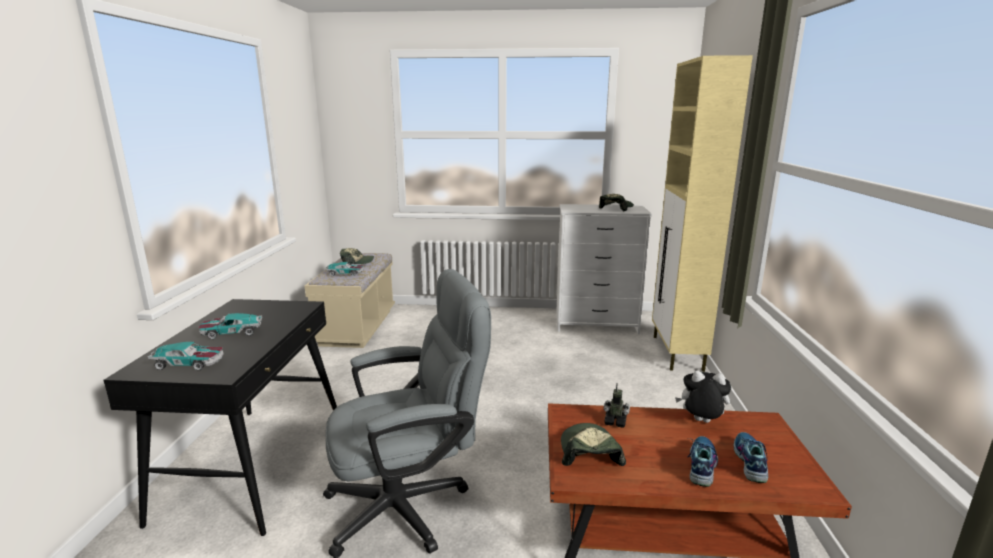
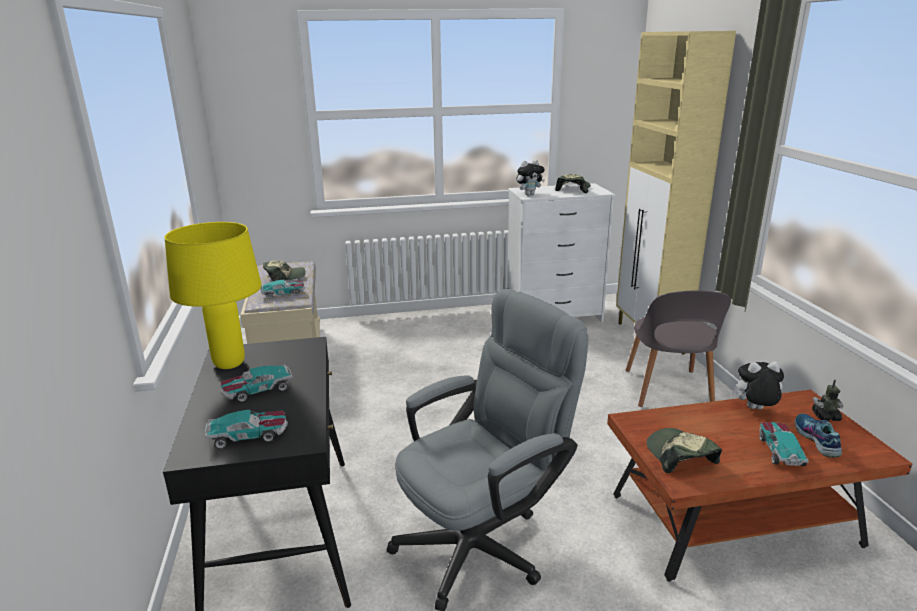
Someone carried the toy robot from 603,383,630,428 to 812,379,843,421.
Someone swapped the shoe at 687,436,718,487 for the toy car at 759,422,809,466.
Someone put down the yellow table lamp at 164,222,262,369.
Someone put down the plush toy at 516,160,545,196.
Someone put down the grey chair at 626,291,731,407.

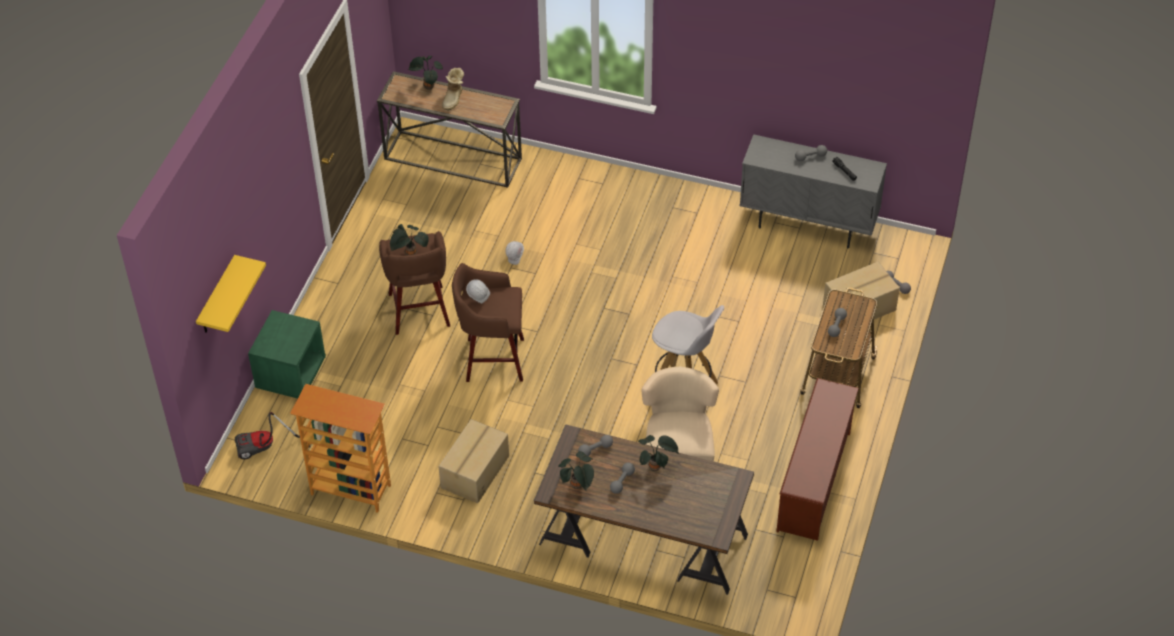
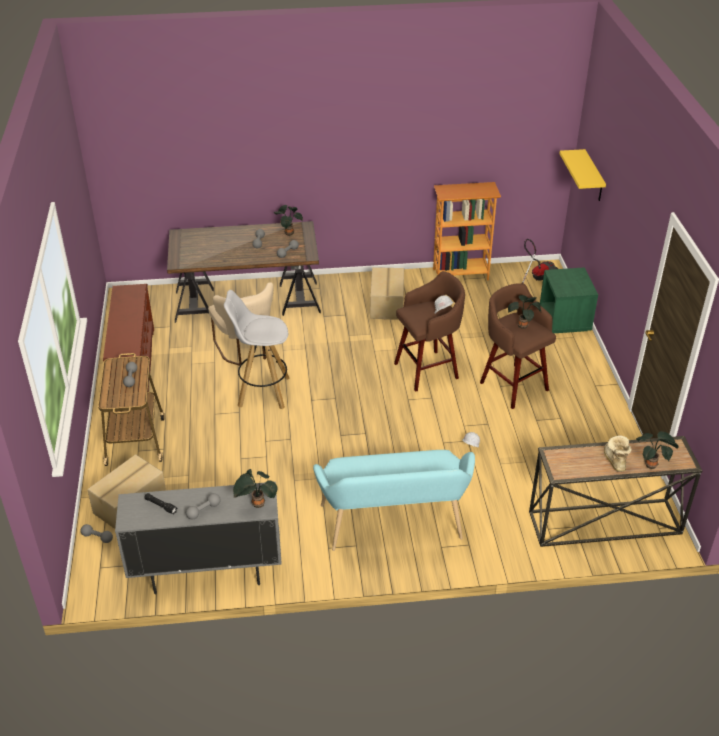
Someone carried the potted plant from 638,435,680,471 to 233,469,278,508.
Someone put down the turquoise bench at 313,450,475,551.

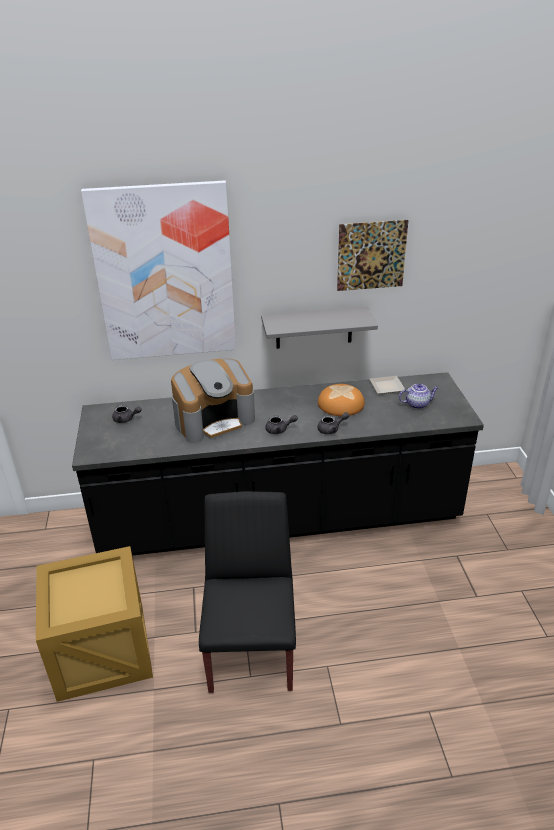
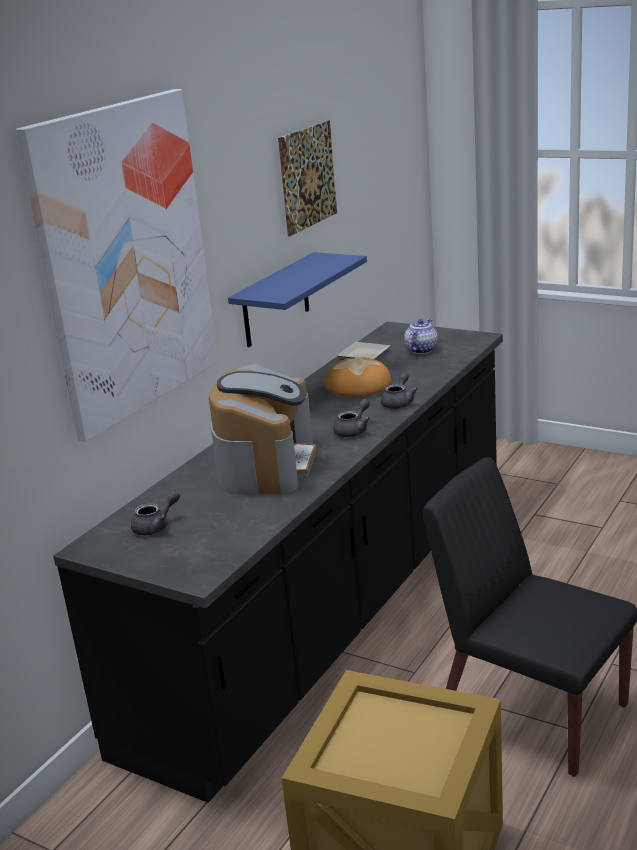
Someone repainted the grey shelf at 261,306,378,349, which became the blue shelf at 228,252,367,347.

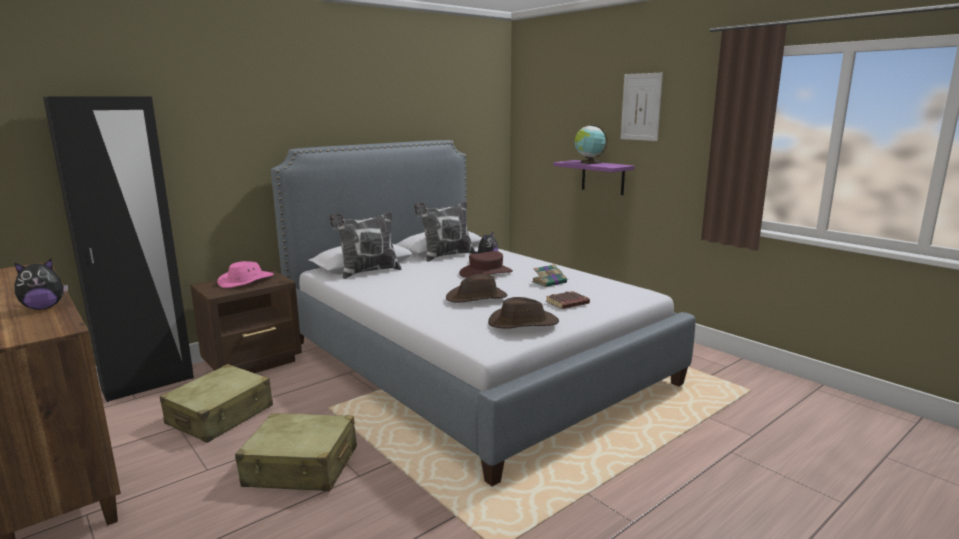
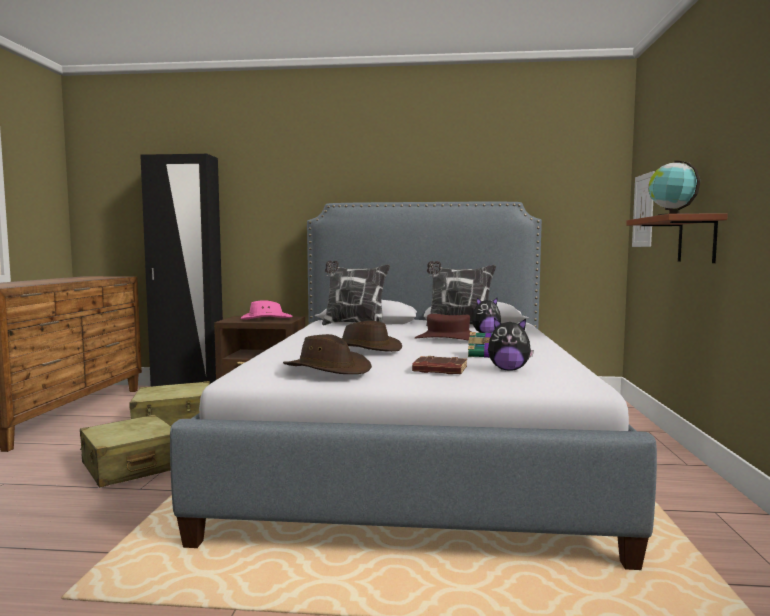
Someone carried the plush toy from 15,259,68,310 to 488,318,534,371.
Someone repainted the purple shelf at 553,160,635,195, which became the brown shelf at 626,213,728,263.
Someone carried the picture from 621,73,663,141 to 632,171,655,247.

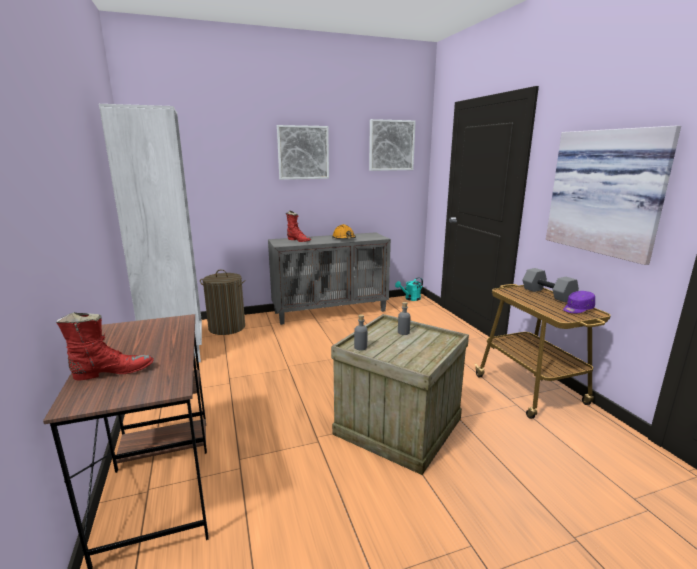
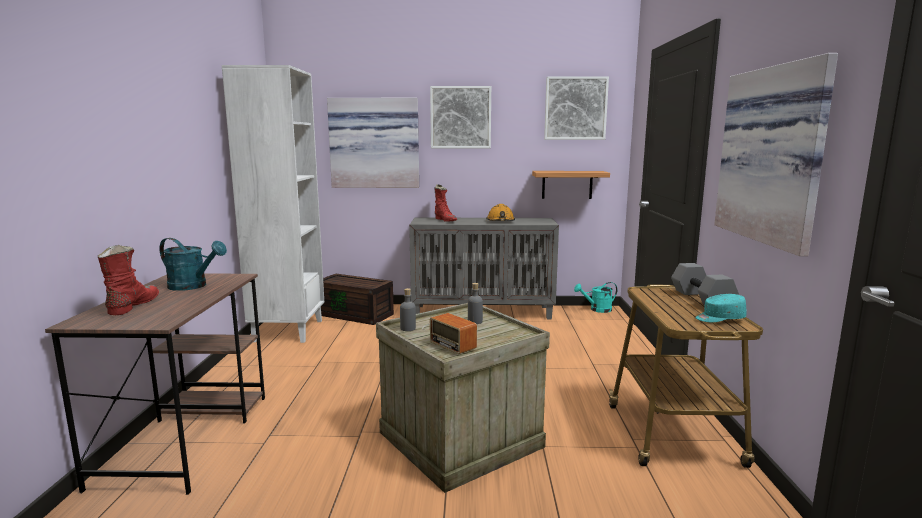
Someone rotated the red boot at 56,312,154,381 by 90 degrees counterclockwise.
Someone swapped the laundry basket at 200,269,246,335 for the brown storage box at 321,274,394,325.
Someone repainted the purple cap at 563,291,595,313, which became the turquoise cap at 695,294,746,322.
Someone put down the turquoise watering can at 159,238,227,291.
Someone put up the picture at 327,98,419,188.
Someone put down the radio at 422,313,477,354.
Someone put up the shelf at 532,171,610,199.

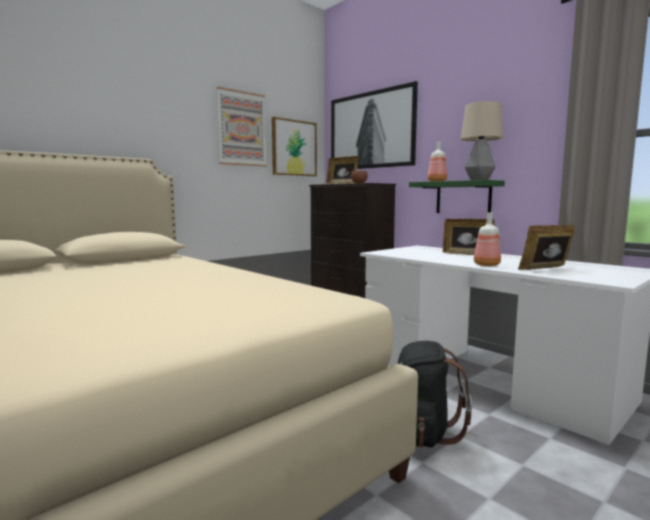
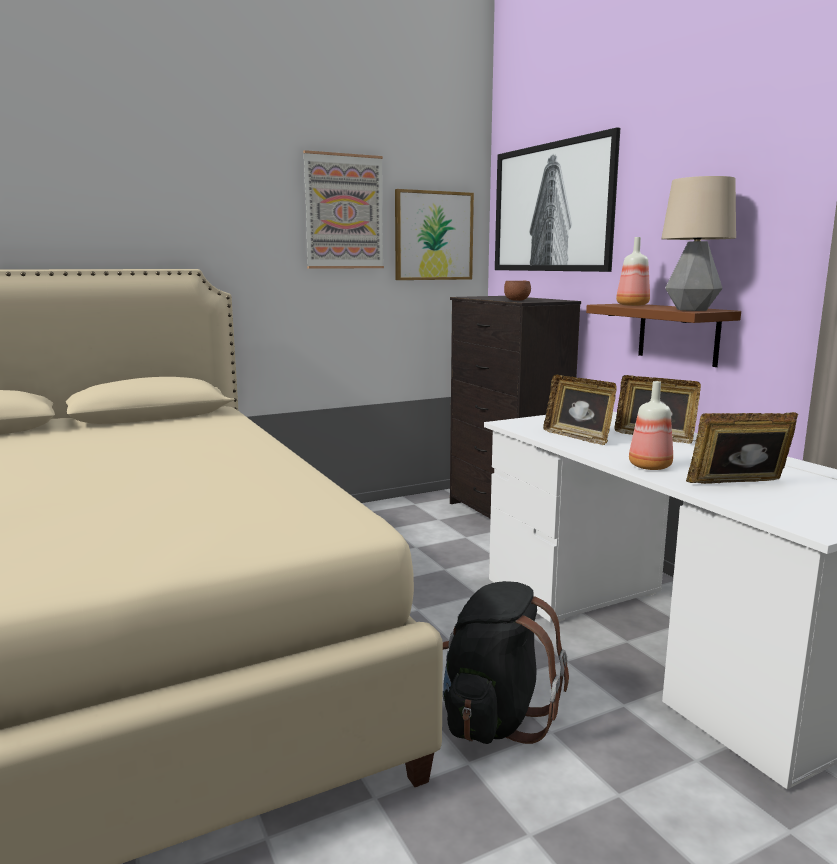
Someone carried the picture frame from 326,156,358,184 to 543,375,617,445.
Someone repainted the green shelf at 409,180,505,213, which became the brown shelf at 586,304,741,367.

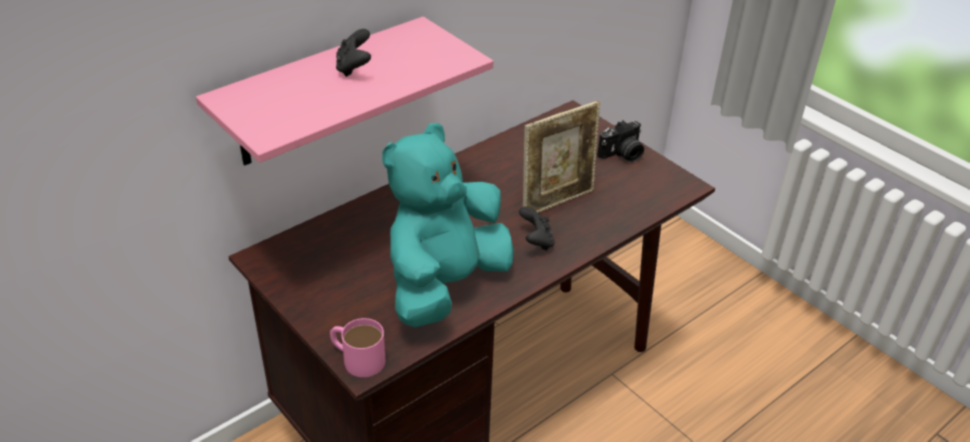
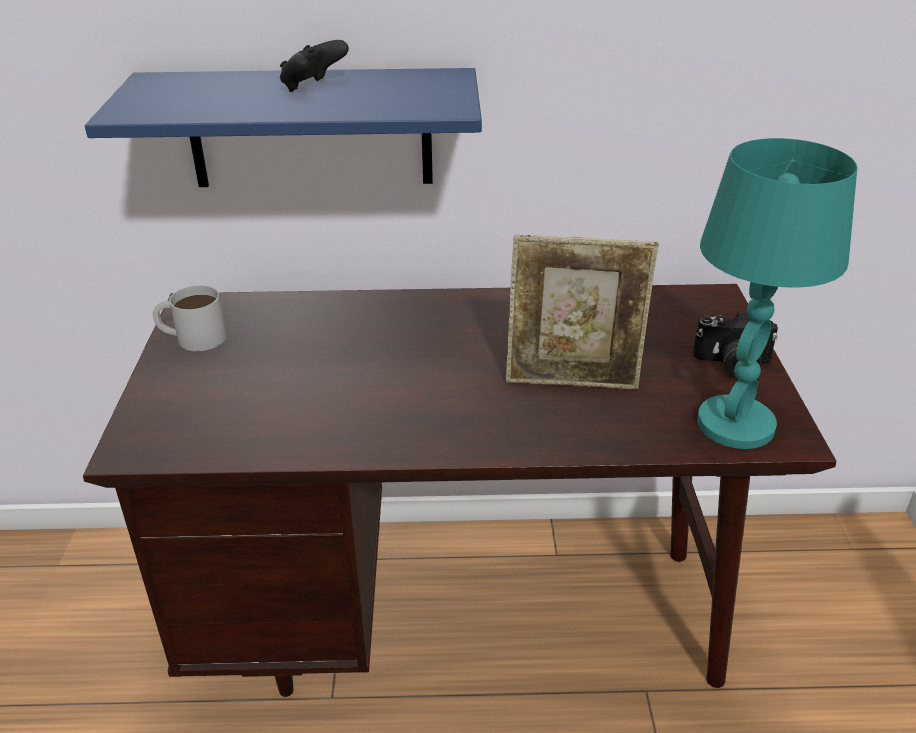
Someone repainted the pink shelf at 196,17,493,165, which became the blue shelf at 85,68,482,187.
Someone took away the pink mug at 330,318,385,377.
Someone took away the turquoise plush toy at 382,123,514,327.
Someone took away the black game controller at 519,207,555,251.
Someone put down the white mug at 153,285,227,351.
Someone put down the turquoise table lamp at 697,138,857,449.

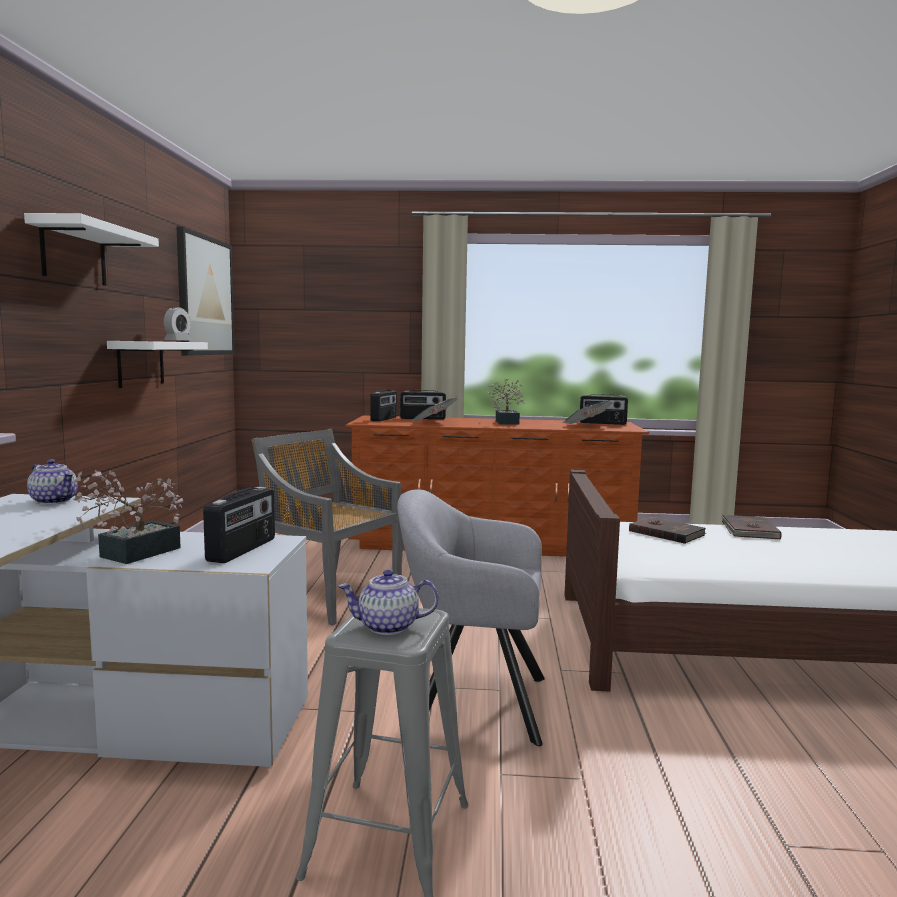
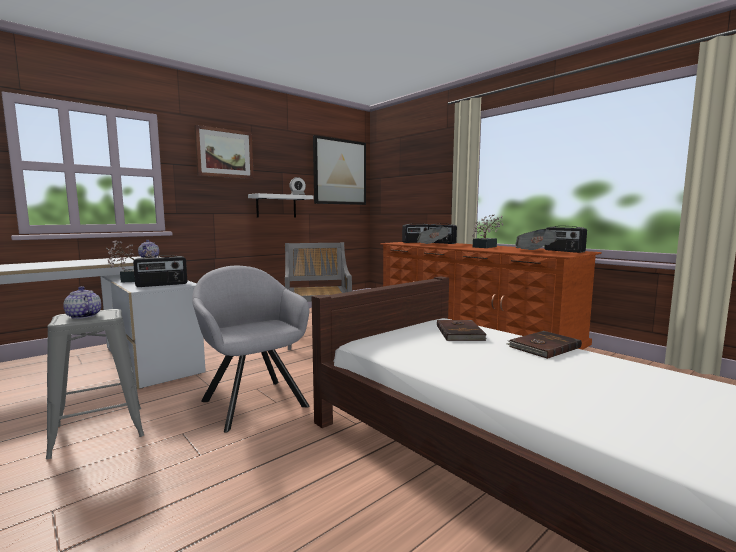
Someone swapped the white shelf at 24,213,159,286 for the picture at 194,125,254,179.

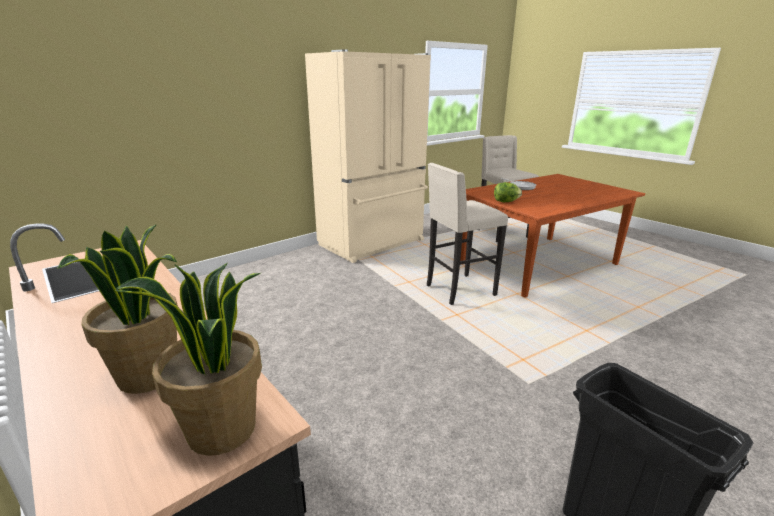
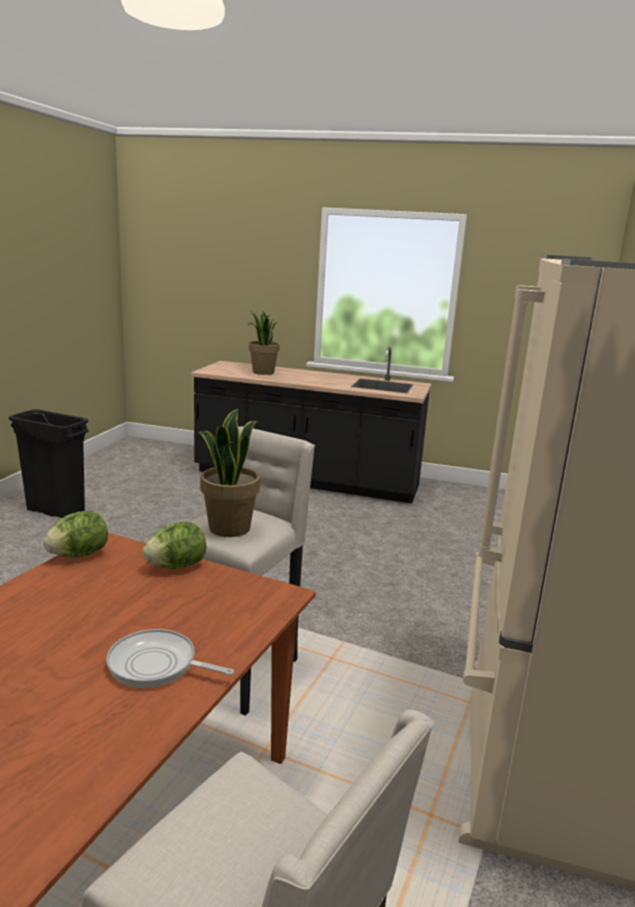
Someone carried the potted plant from 115,263,262,456 to 198,409,260,537.
Someone put down the lettuce at 43,511,108,558.

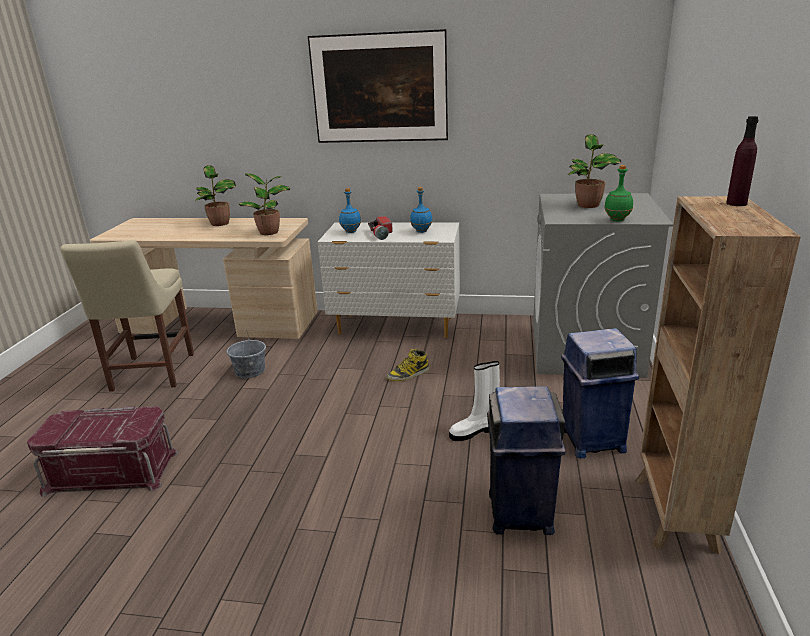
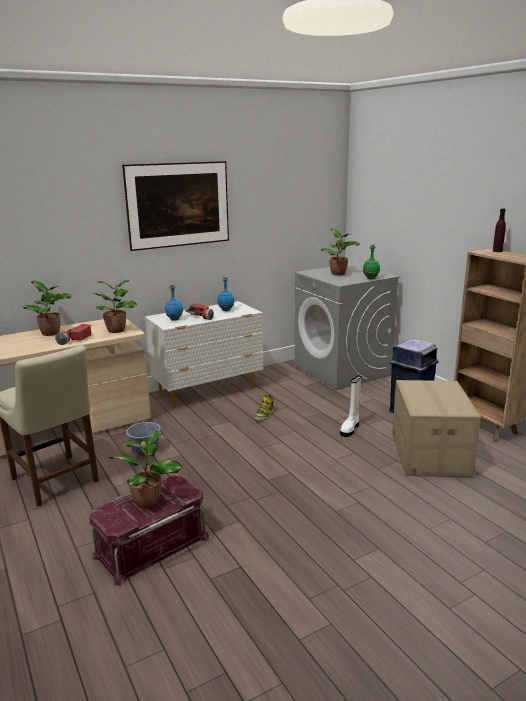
Someone swapped the blue trash can at 487,386,566,535 for the cardboard box at 392,380,481,477.
Someone put down the flashlight at 55,324,91,345.
Someone put down the potted plant at 109,431,182,509.

